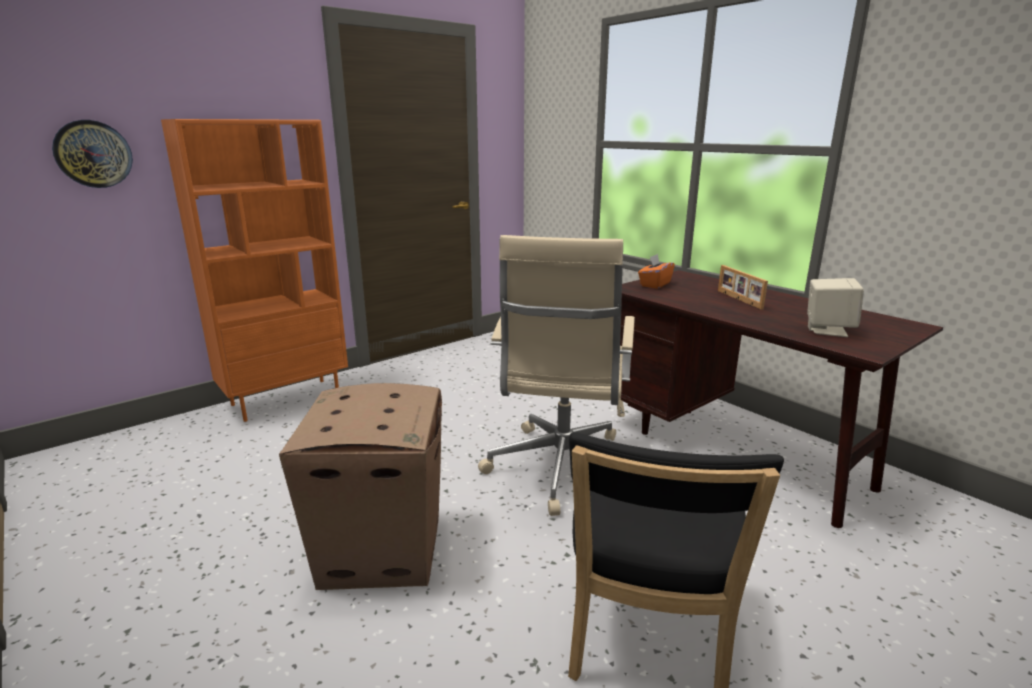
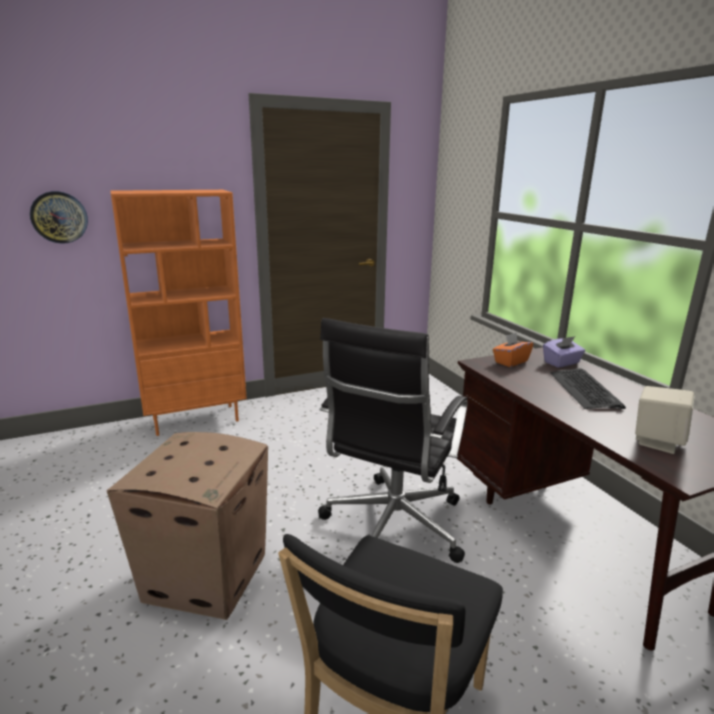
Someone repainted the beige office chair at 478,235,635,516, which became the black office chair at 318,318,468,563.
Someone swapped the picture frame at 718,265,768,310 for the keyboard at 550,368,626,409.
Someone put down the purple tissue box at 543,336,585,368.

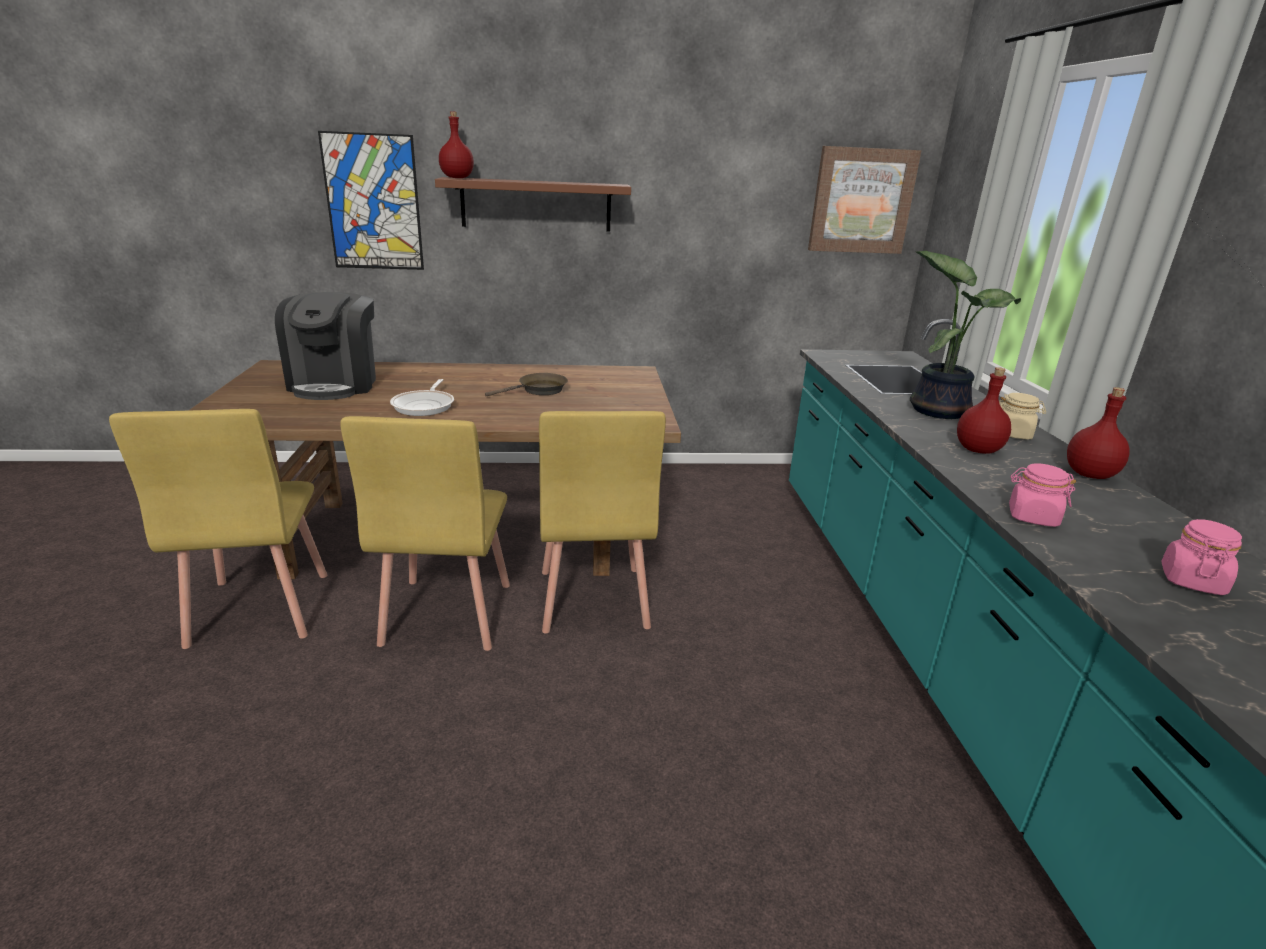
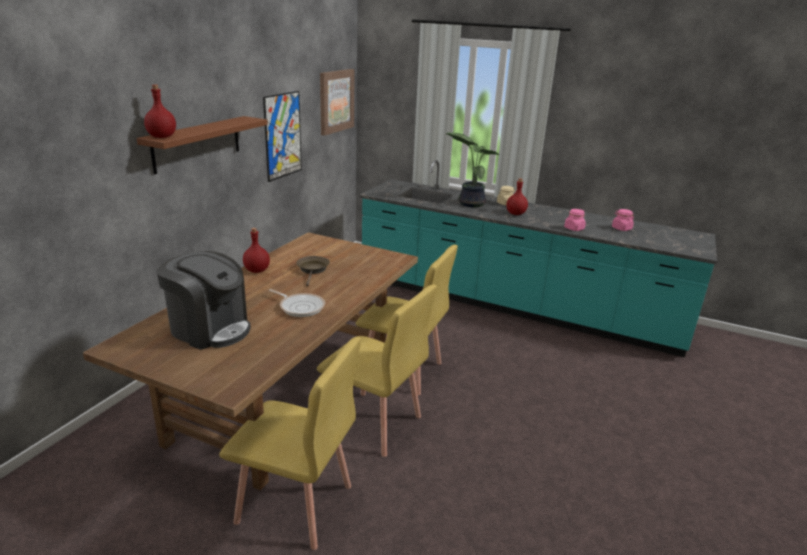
Someone carried the picture from 318,131,424,270 to 263,91,302,182.
Someone carried the red bottle from 1067,387,1130,479 to 243,228,270,273.

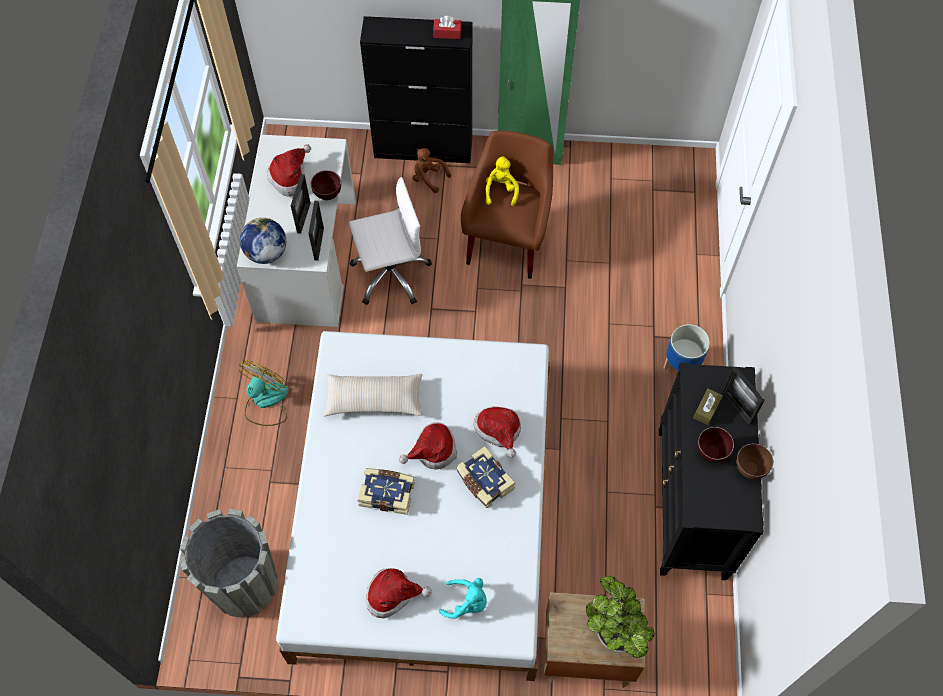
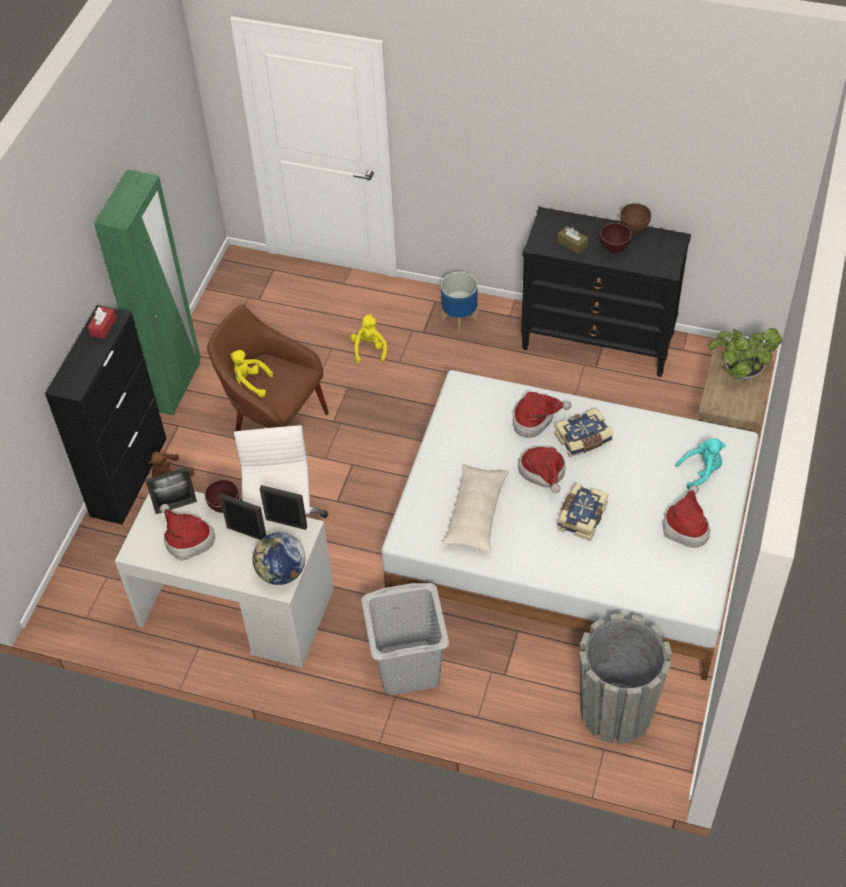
Someone swapped the fan at 239,360,289,426 for the grey laundry basket at 361,583,449,695.
Someone rotated the turquoise plush toy at 439,578,487,618 by 45 degrees clockwise.
Someone carried the picture frame from 722,367,765,425 to 146,467,197,514.
Someone put down the yellow plush toy at 350,314,387,363.

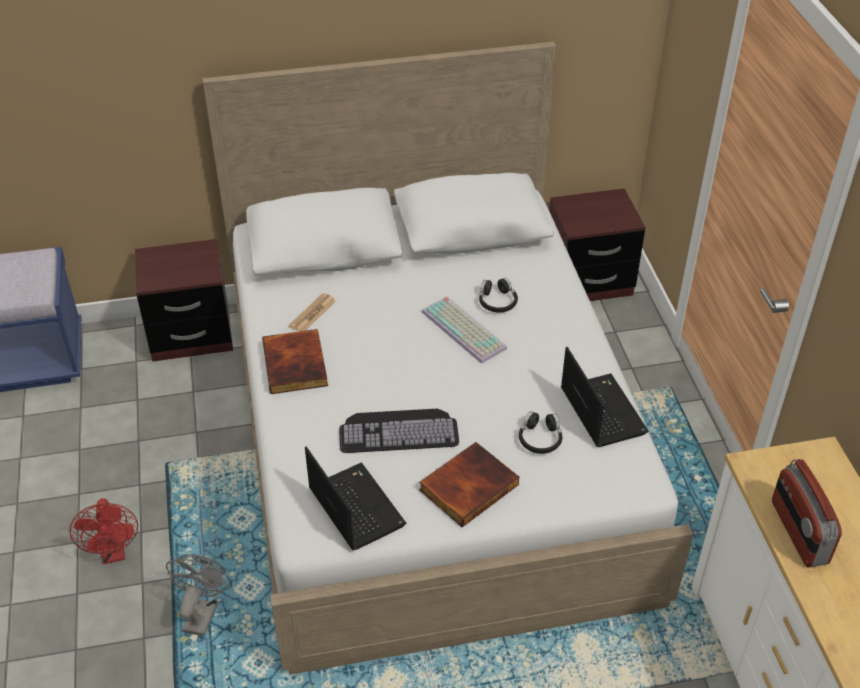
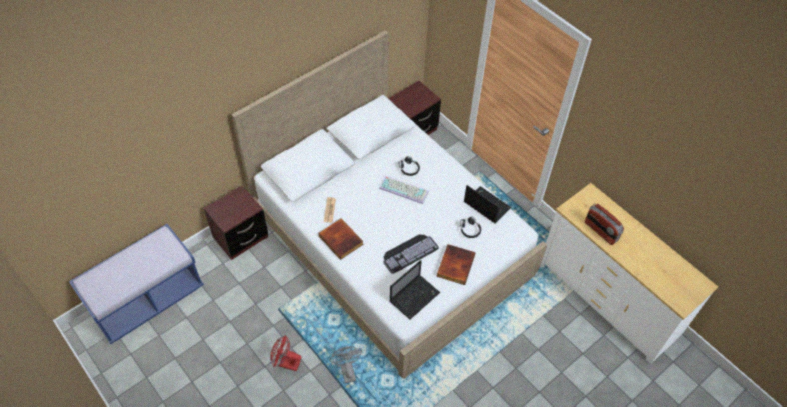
Someone rotated the red fan at 70,498,138,564 by 150 degrees clockwise.
Someone rotated the laptop at 305,447,406,550 by 105 degrees clockwise.

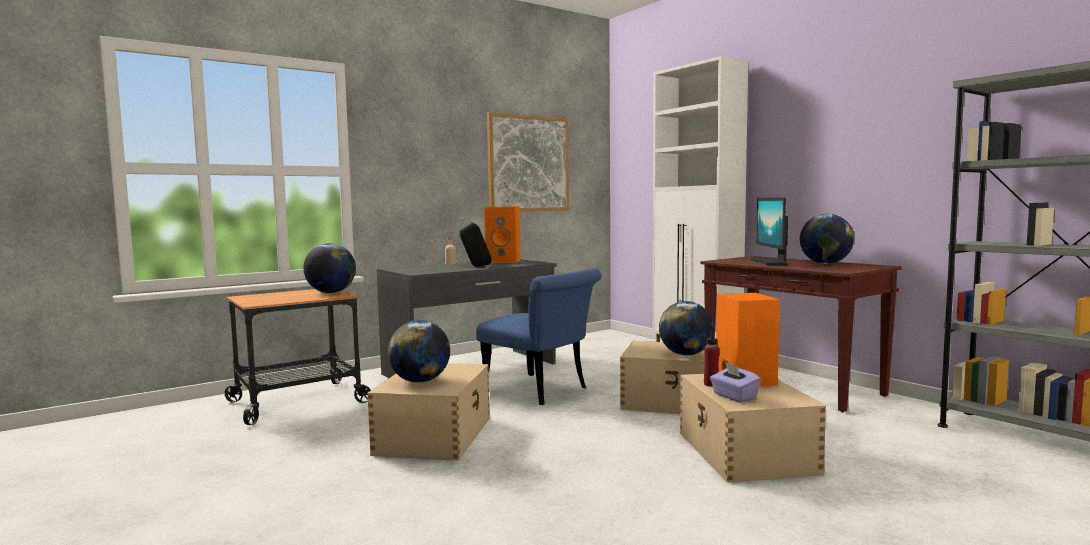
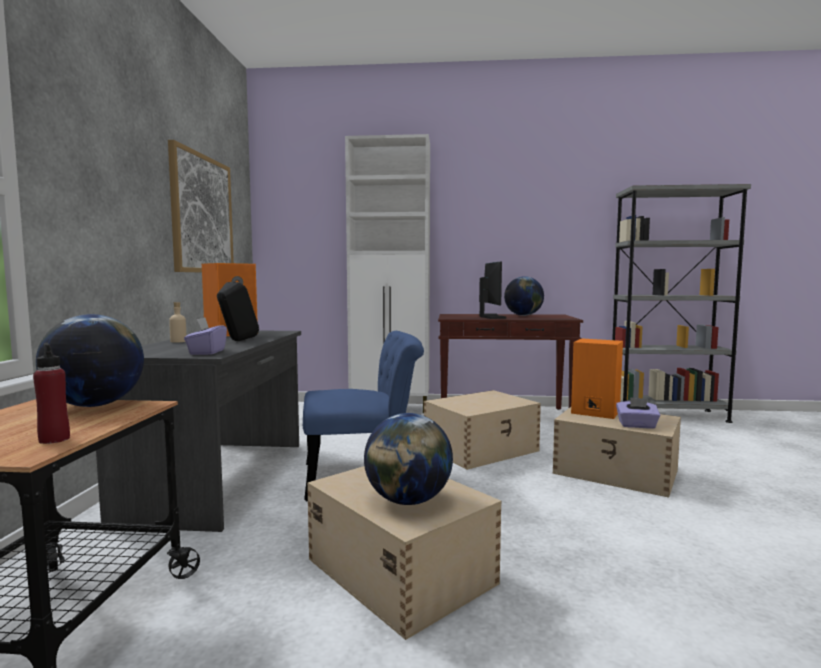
Someone took away the globe at 659,301,714,355.
Someone carried the red bottle from 704,331,719,387 to 33,343,70,444.
Someone rotated the monitor at 751,197,788,265 by 135 degrees counterclockwise.
Someone put down the purple tissue box at 184,317,227,355.

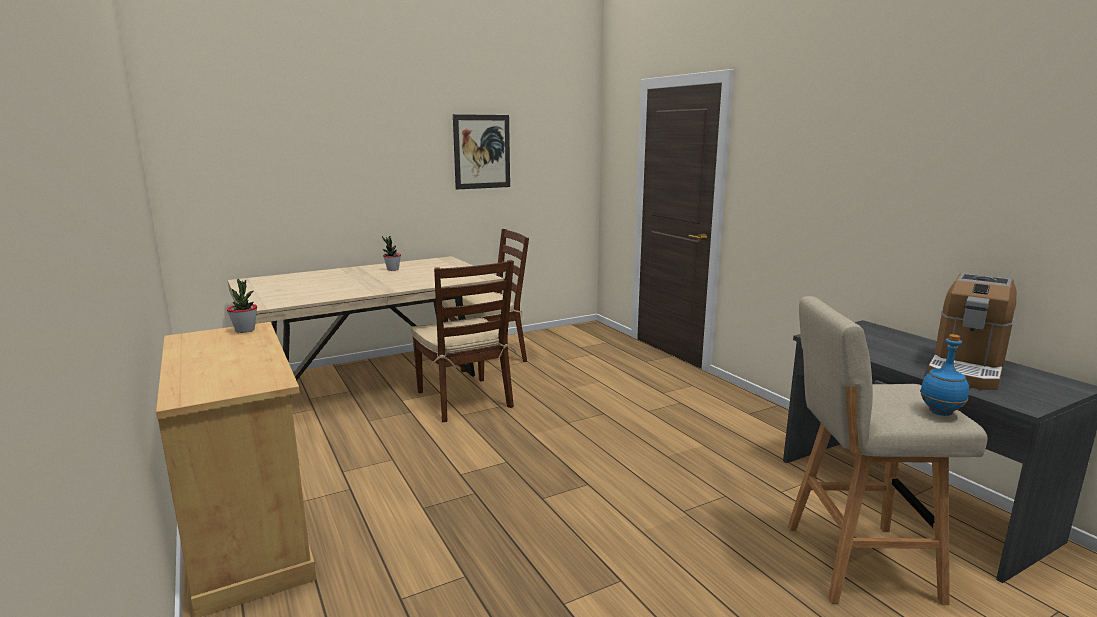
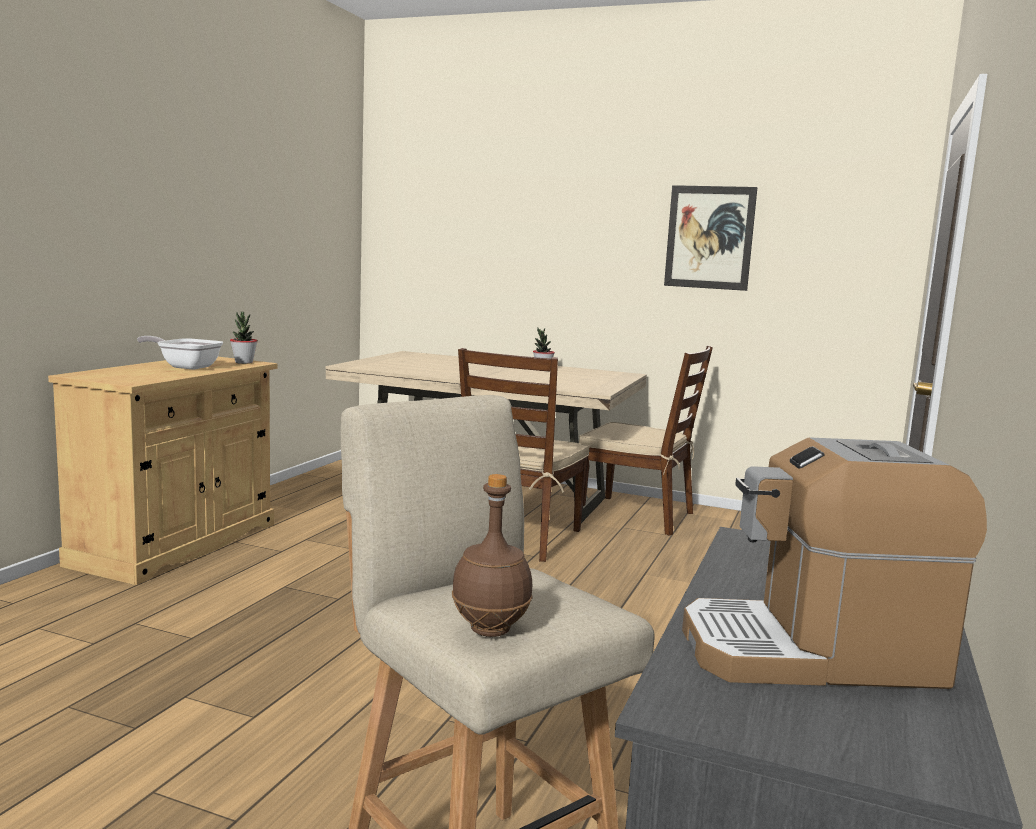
Someone repainted the blue bottle at 920,334,969,416, which became the brown bottle at 452,474,533,637.
Someone put down the frying pan at 137,336,223,370.

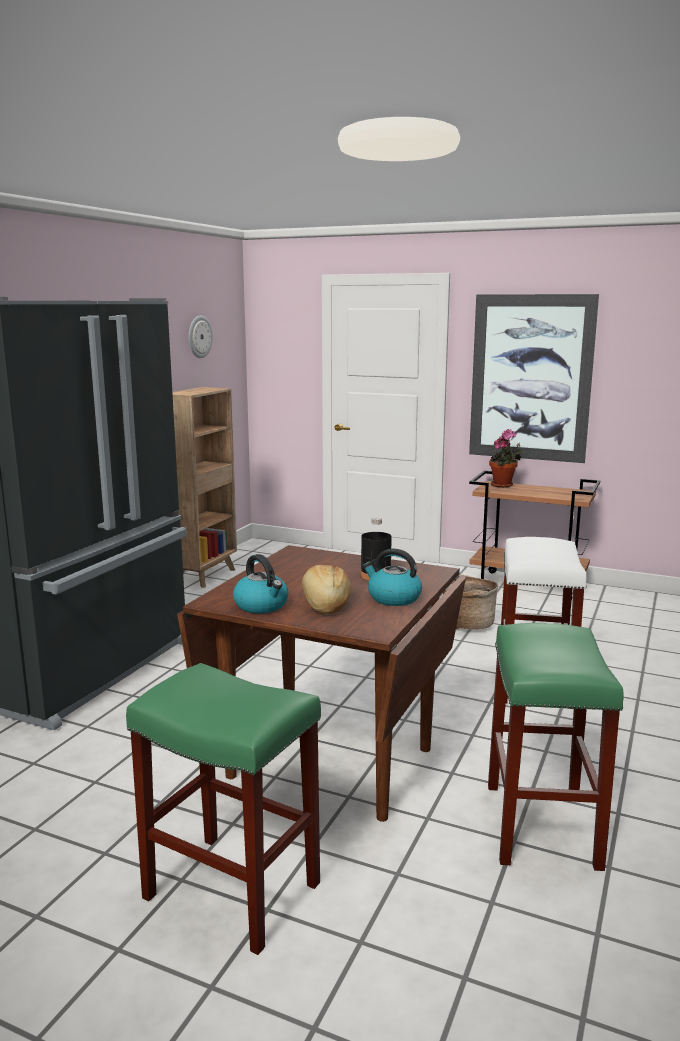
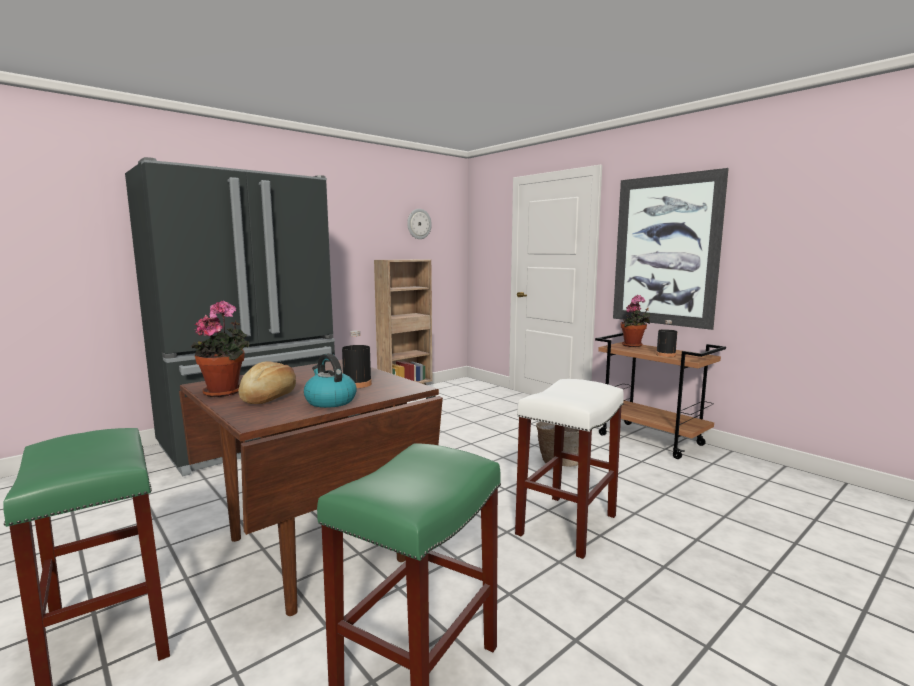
Someone swapped the kettle at 233,554,289,613 for the potted plant at 191,301,249,397.
Someone put down the black bottle at 656,320,677,357.

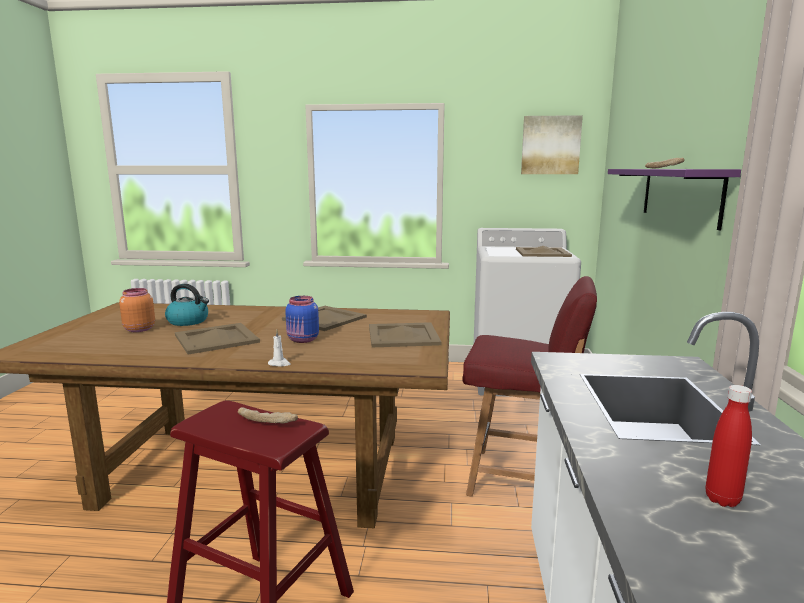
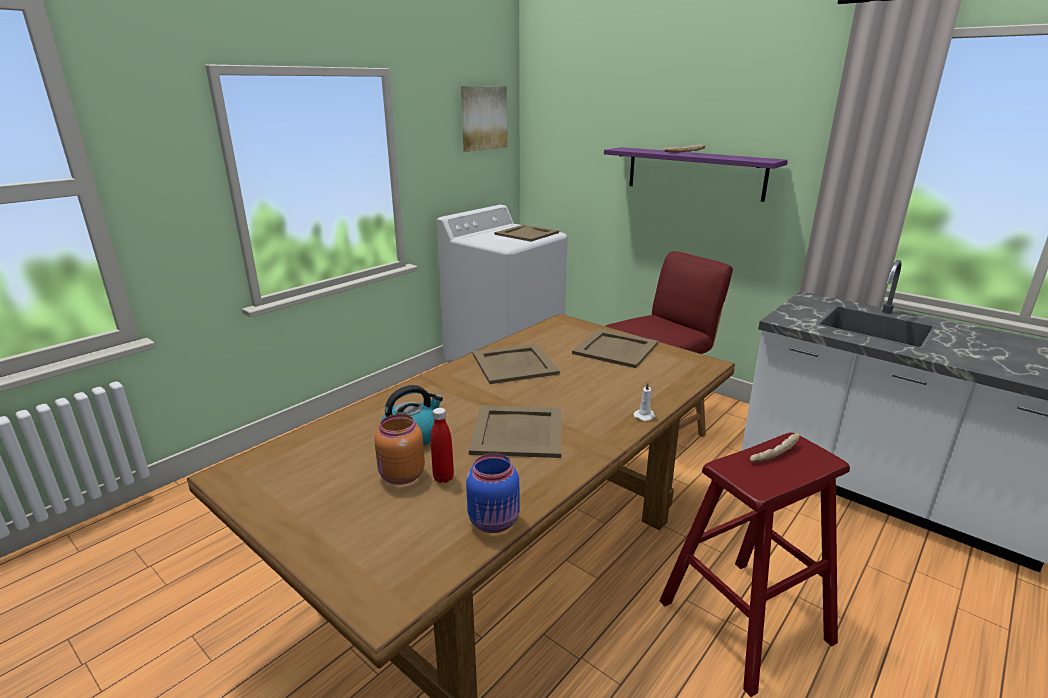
Someone carried the blue jar from 285,296,319,343 to 466,453,519,533.
Someone carried the red bottle from 705,385,752,507 to 431,408,454,483.

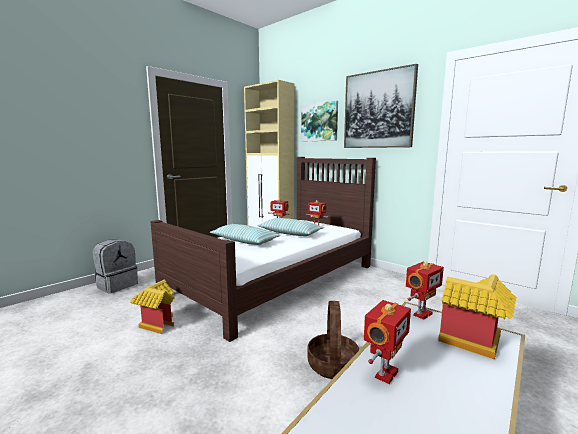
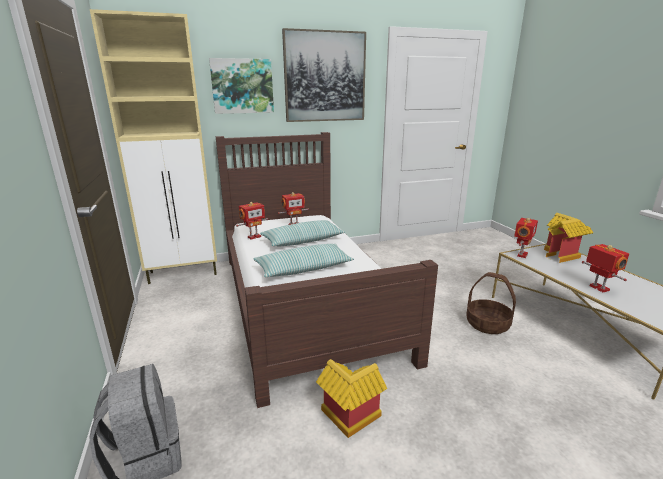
Someone rotated the toy robot at 406,261,444,320 by 45 degrees clockwise.

